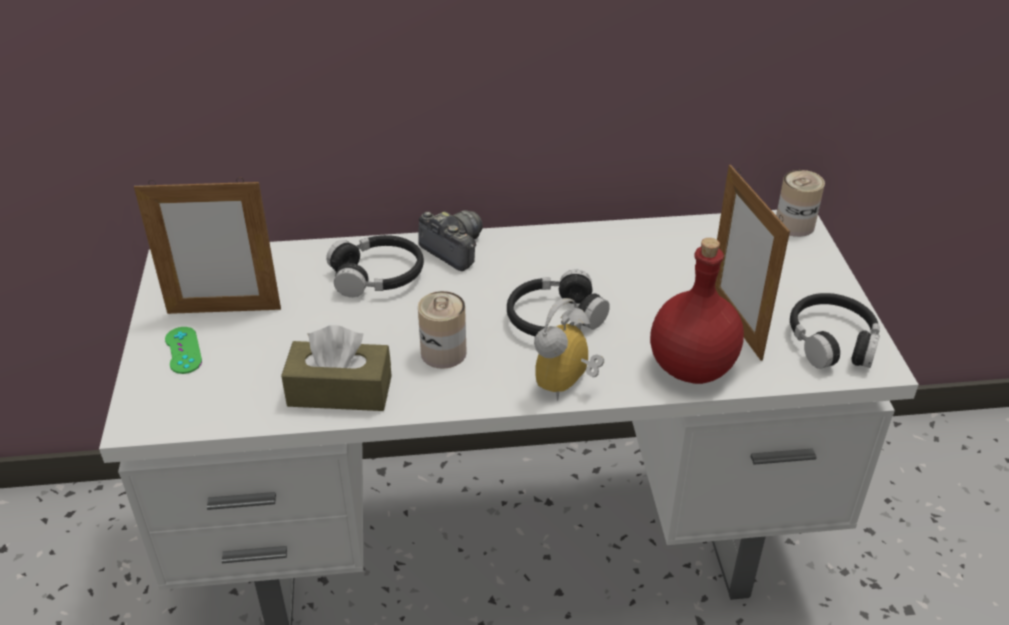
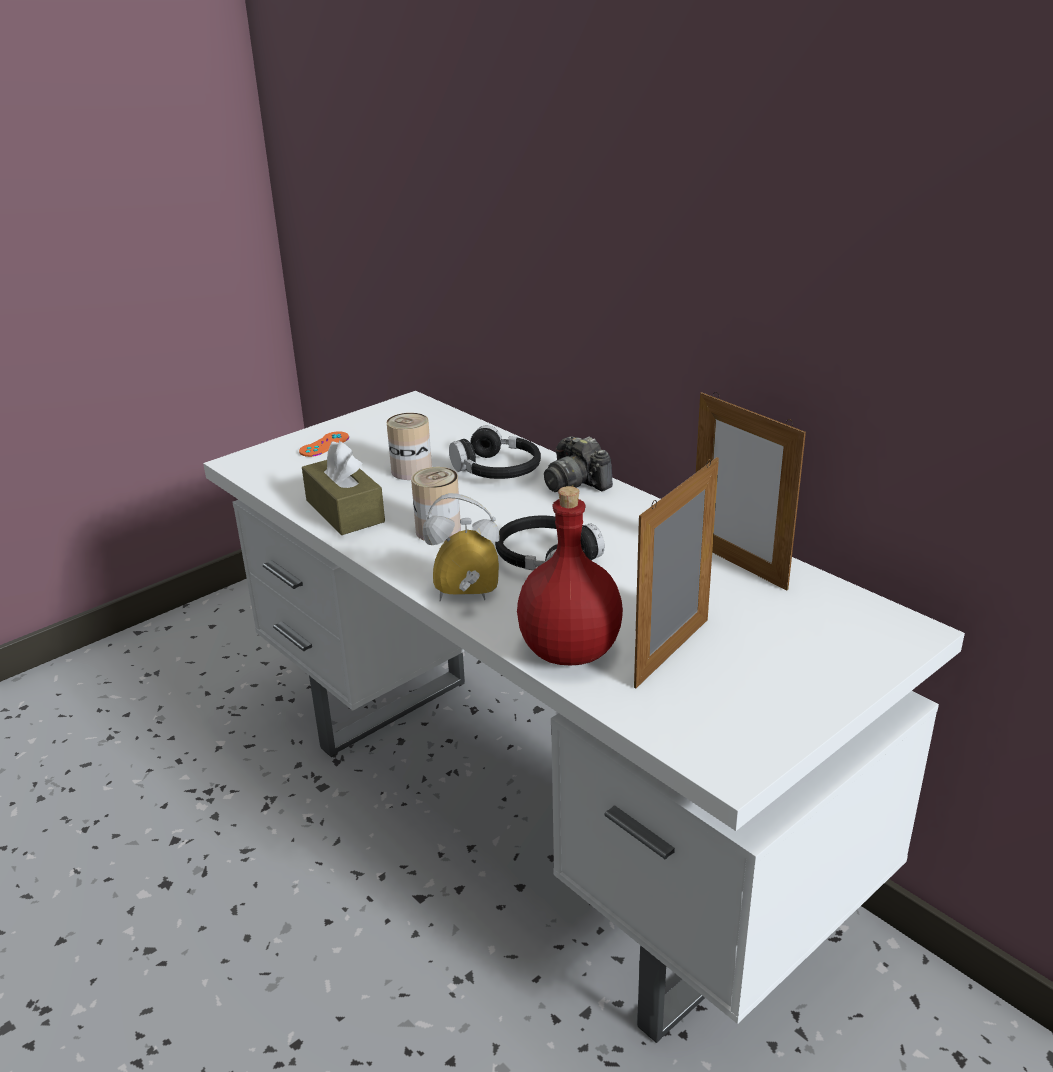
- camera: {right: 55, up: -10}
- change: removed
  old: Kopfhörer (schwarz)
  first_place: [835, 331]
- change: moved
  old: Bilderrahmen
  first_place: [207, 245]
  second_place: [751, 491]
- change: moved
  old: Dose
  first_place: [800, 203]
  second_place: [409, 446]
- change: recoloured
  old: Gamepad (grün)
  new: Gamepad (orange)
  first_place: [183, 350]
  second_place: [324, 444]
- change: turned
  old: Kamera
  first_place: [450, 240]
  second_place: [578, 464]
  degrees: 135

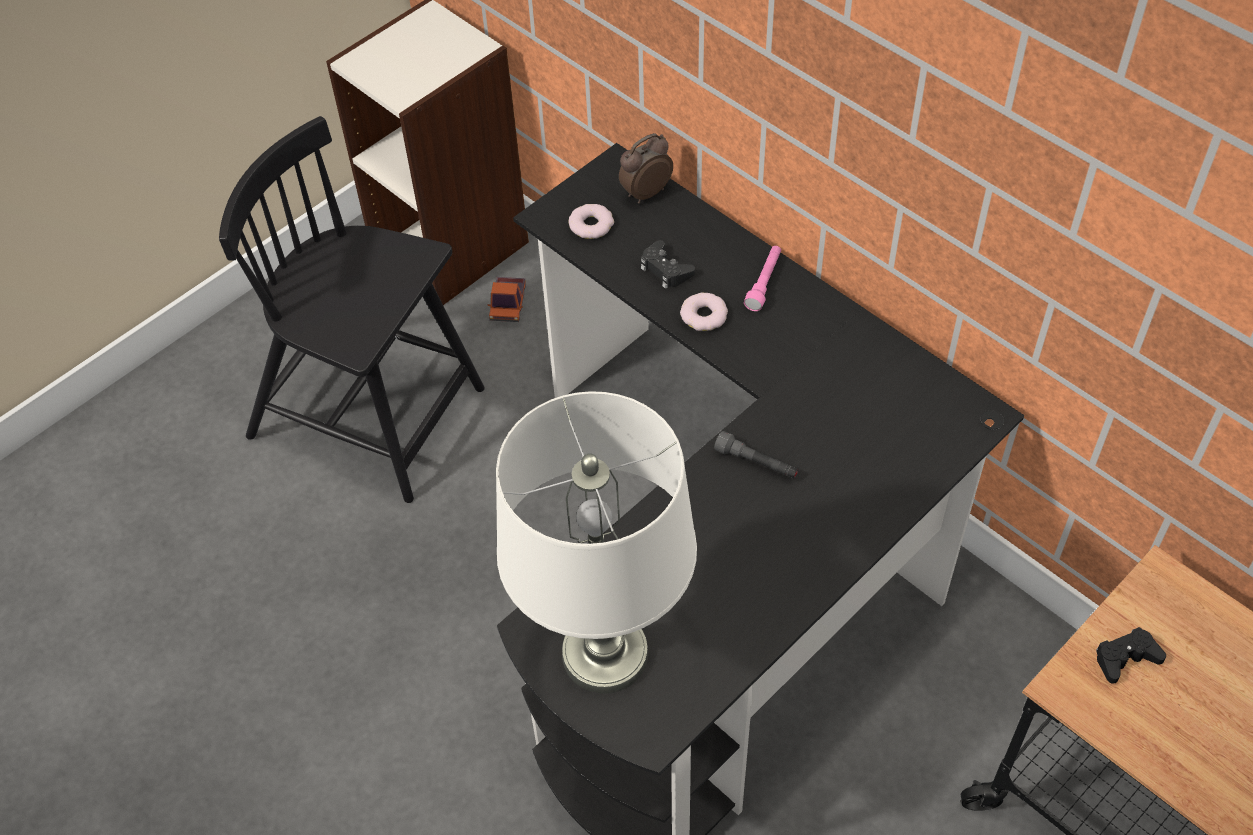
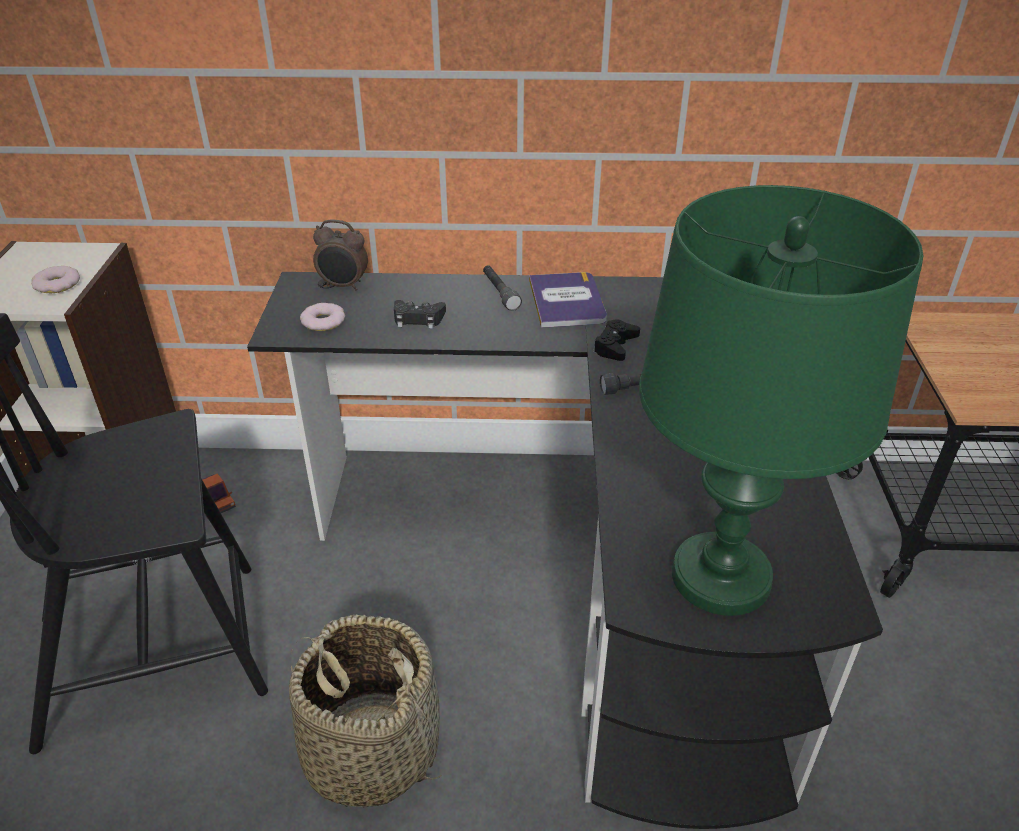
- camera: {right: -45, up: -15}
- change: added
  new: Korb
  second_place: [365, 711]
- change: added
  new: Buch
  second_place: [568, 300]
- change: moved
  old: Donut
  first_place: [704, 312]
  second_place: [55, 279]
- change: moved
  old: Gamepad (schwarz)
  first_place: [1131, 655]
  second_place: [616, 340]
- change: recoloured
  old: Tischlampe (weiß)
  new: Tischlampe (grün)
  first_place: [596, 542]
  second_place: [781, 400]
- change: recoloured
  old: Taschenlampe (rosa)
  new: Taschenlampe (grau)
  first_place: [762, 278]
  second_place: [502, 288]
- change: turned
  old: Wecker
  first_place: [646, 168]
  second_place: [340, 255]
  degrees: -90

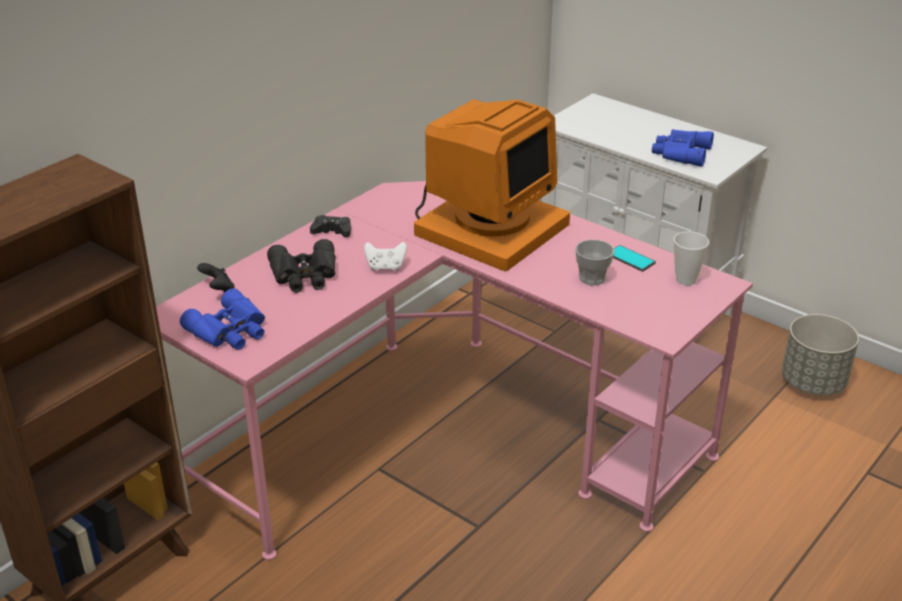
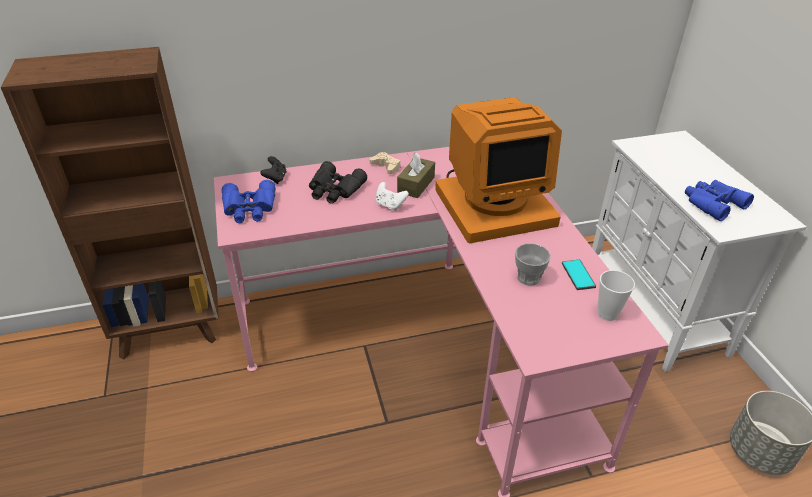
- camera: {right: 35, up: 5}
- change: added
  new: Taschentuchbox (braun)
  second_place: [416, 175]
- change: recoloured
  old: Gamepad (schwarz)
  new: Gamepad (beige)
  first_place: [330, 226]
  second_place: [385, 163]

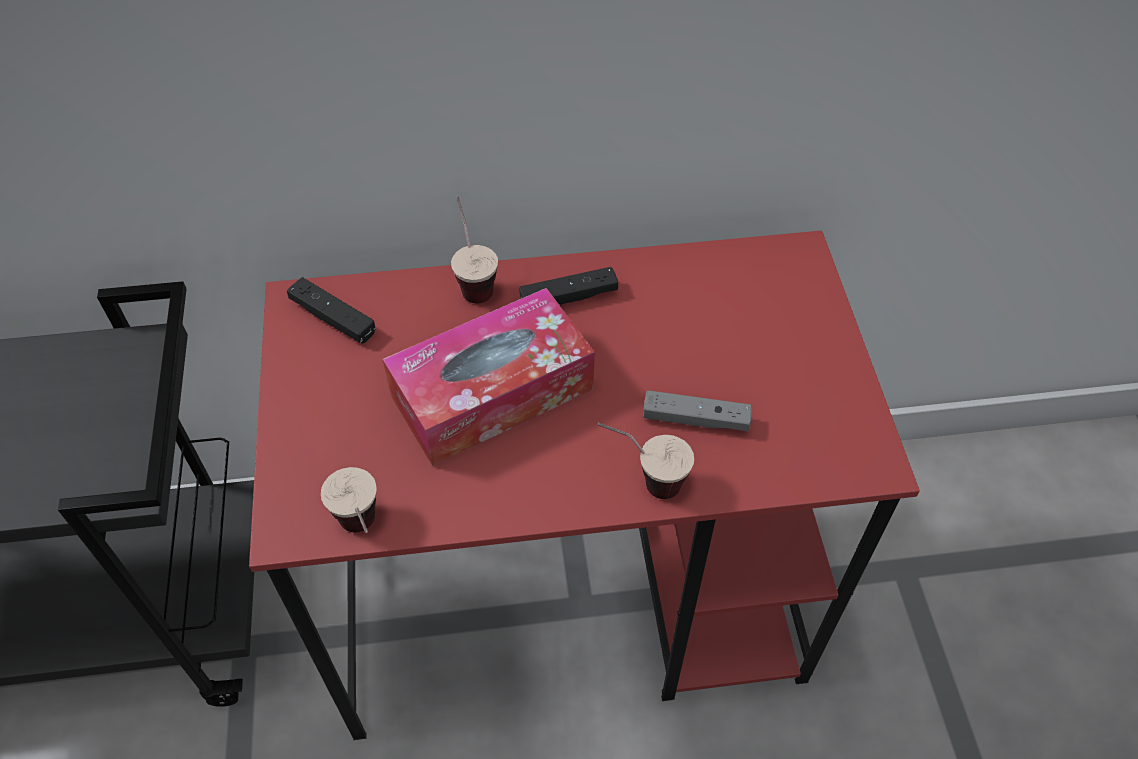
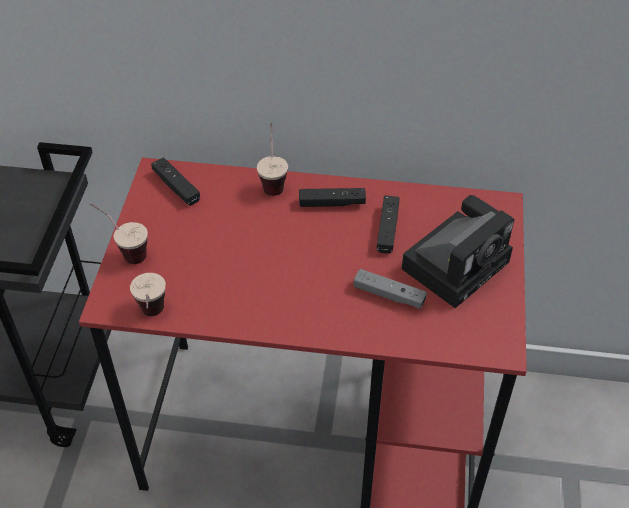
- camera: {right: 15, up: -5}
- change: removed
  old: Taschentuchbox
  first_place: [489, 377]
- change: added
  new: Gamepad (schwarz)
  second_place: [388, 225]
- change: added
  new: Kamera
  second_place: [458, 251]
- change: moved
  old: Tasse
  first_place: [645, 460]
  second_place: [119, 233]

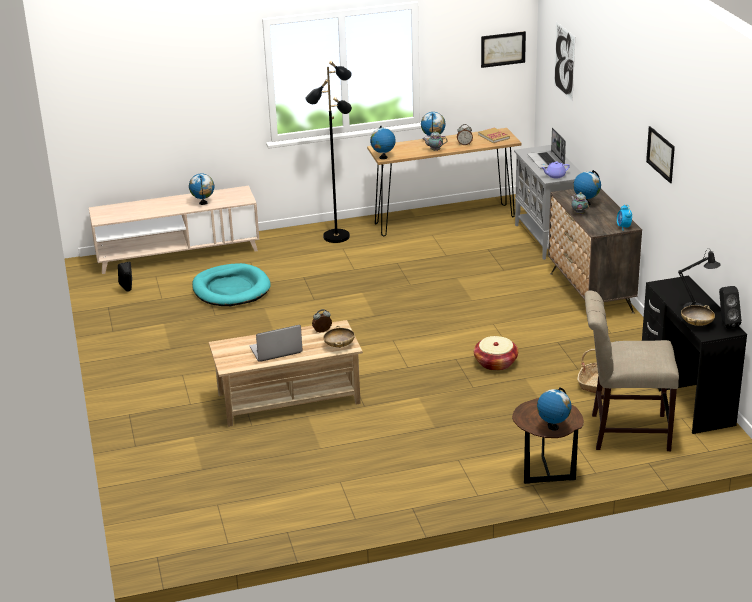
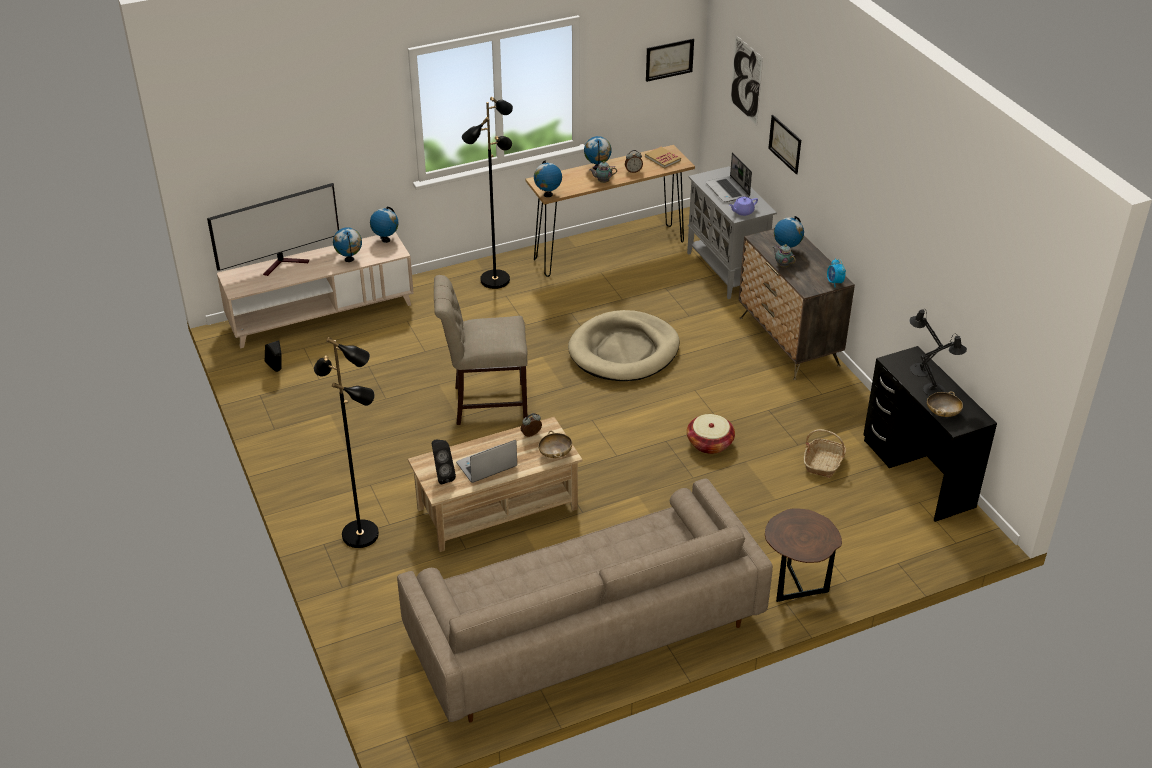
- camera: {right: -10, up: 10}
- change: removed
  old: Hundebett (türkis)
  first_place: [231, 284]
- change: added
  new: Fernseher
  second_place: [273, 229]
- change: added
  new: Stehlampe (schwarz)
  second_place: [346, 442]
- change: added
  new: Sofa (beige)
  second_place: [585, 601]
- change: added
  new: Hundebett (beige)
  second_place: [624, 345]
- change: added
  new: Tischlampe (schwarz)
  second_place: [926, 343]
- change: moved
  old: Globus
  first_place: [554, 409]
  second_place: [384, 224]
- change: moved
  old: Stuhl (beige)
  first_place: [632, 371]
  second_place: [480, 350]
- change: moved
  old: Bild
  first_place: [660, 154]
  second_place: [784, 144]
- change: moved
  old: Lautsprecher (schwarz)
  first_place: [730, 307]
  second_place: [443, 461]

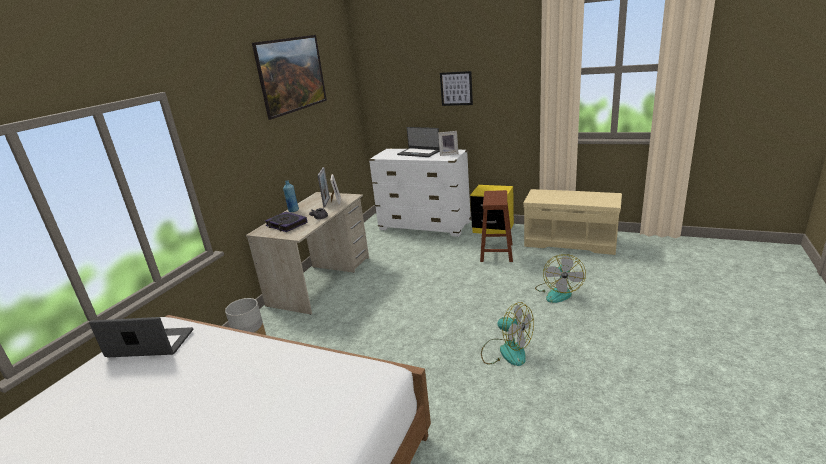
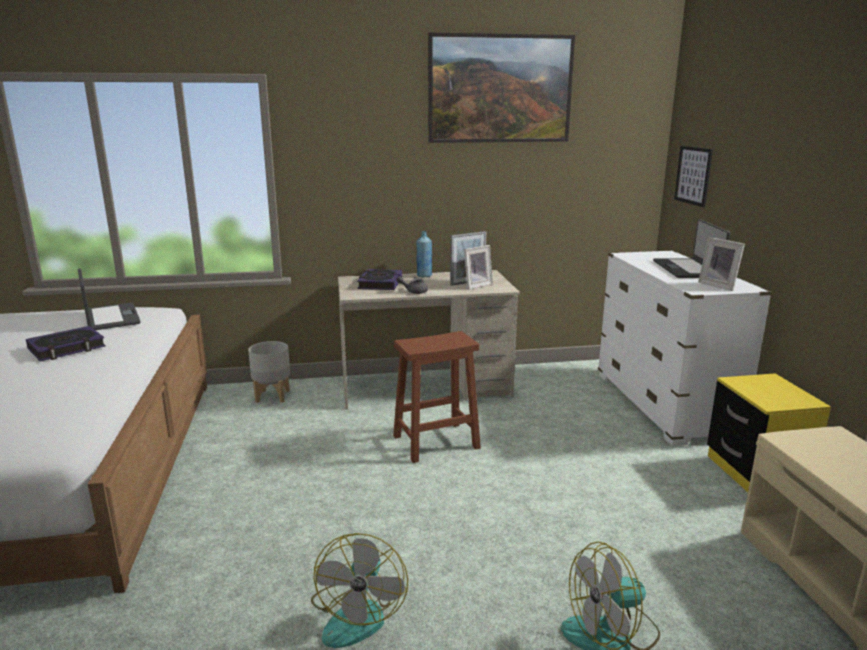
- camera: {right: 55, up: -5}
- change: added
  new: Buch
  second_place: [66, 343]
- change: moved
  old: Bild
  first_place: [456, 88]
  second_place: [693, 176]
- change: moved
  old: Hocker (braun)
  first_place: [496, 226]
  second_place: [437, 397]

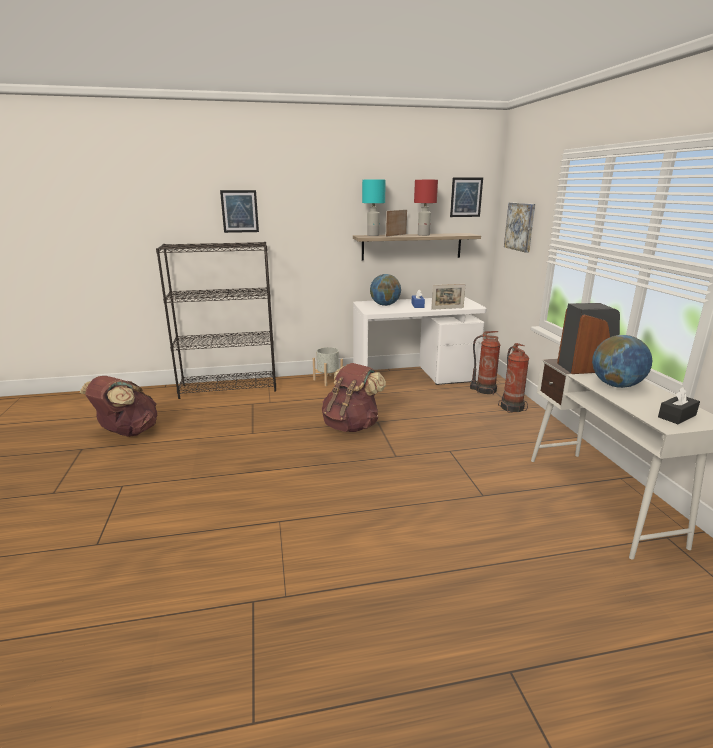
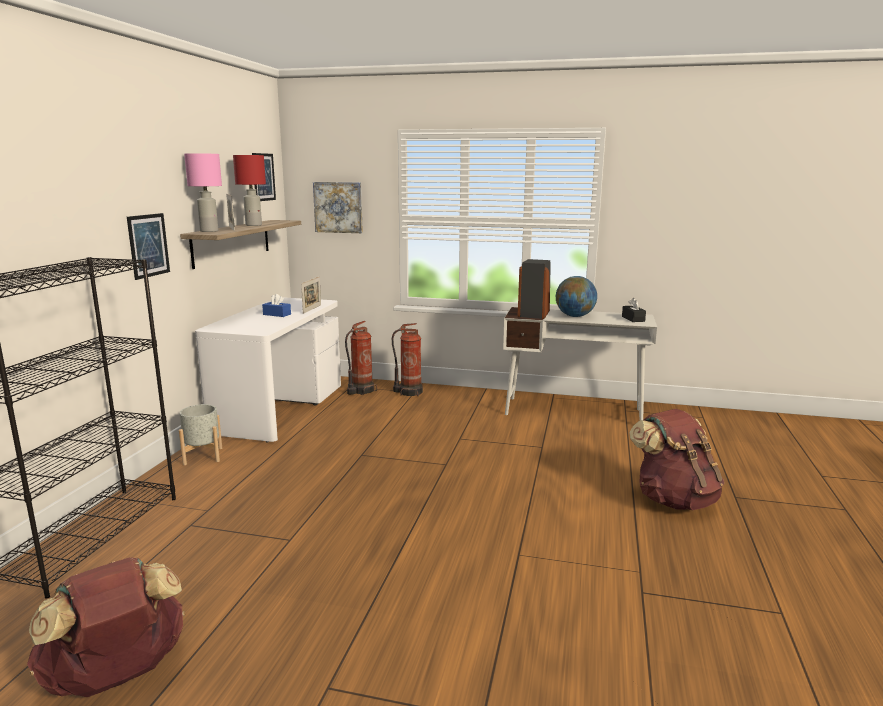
- camera: {right: -65, up: -5}
- change: removed
  old: Globus
  first_place: [385, 290]
- change: moved
  old: Bild
  first_place: [239, 211]
  second_place: [148, 246]
- change: moved
  old: Rucksack (braun)
  first_place: [354, 397]
  second_place: [677, 459]
- change: recoloured
  old: Tischlampe (türkis)
  new: Tischlampe (rosa)
  first_place: [374, 208]
  second_place: [203, 192]

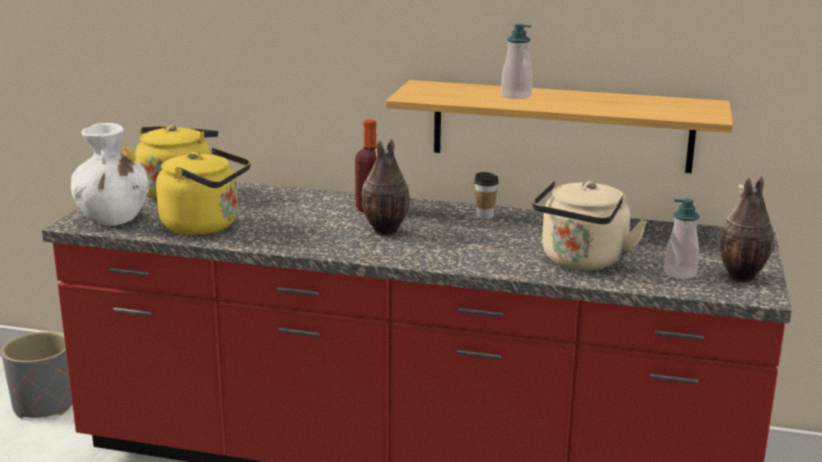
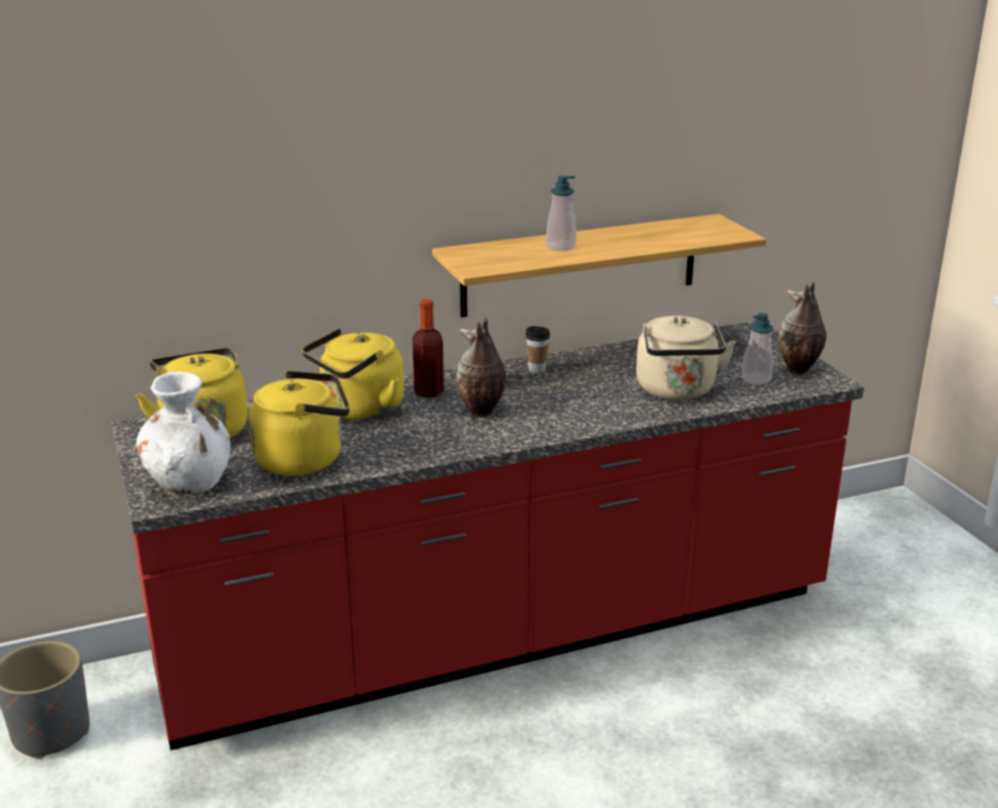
- camera: {right: -35, up: 5}
- change: added
  new: Wasserkessel (gelb)
  second_place: [353, 374]

